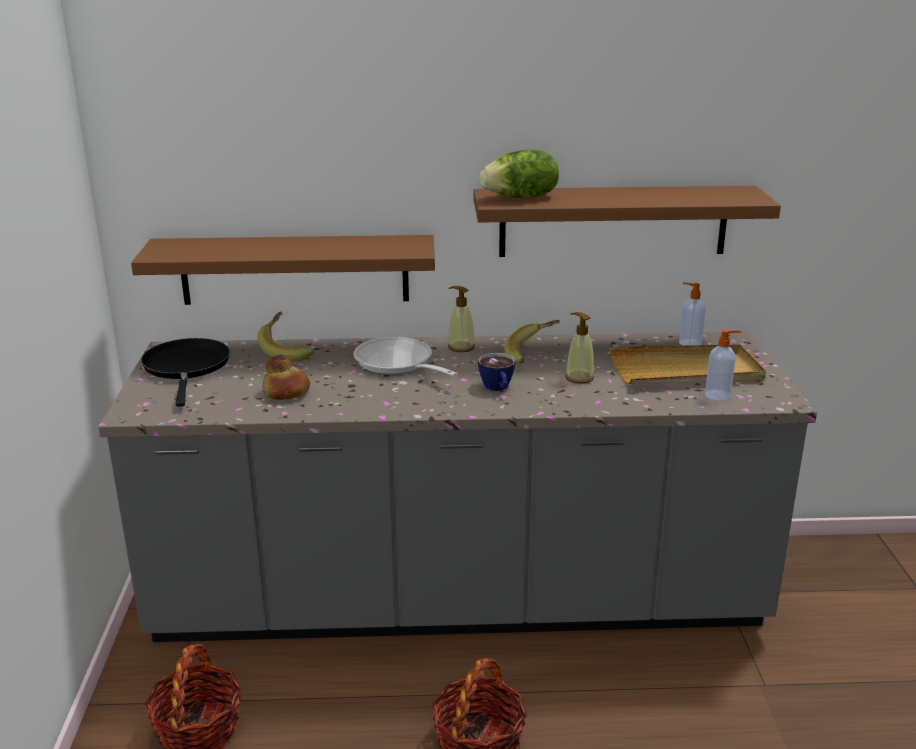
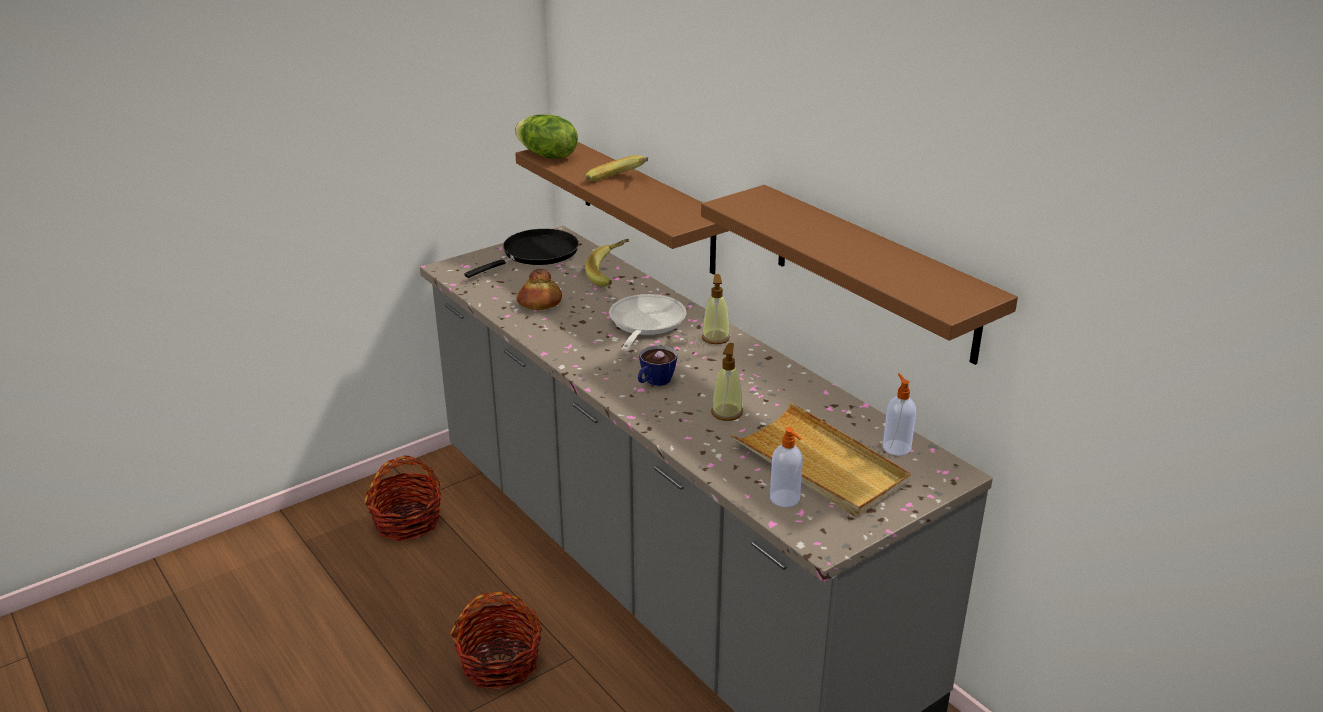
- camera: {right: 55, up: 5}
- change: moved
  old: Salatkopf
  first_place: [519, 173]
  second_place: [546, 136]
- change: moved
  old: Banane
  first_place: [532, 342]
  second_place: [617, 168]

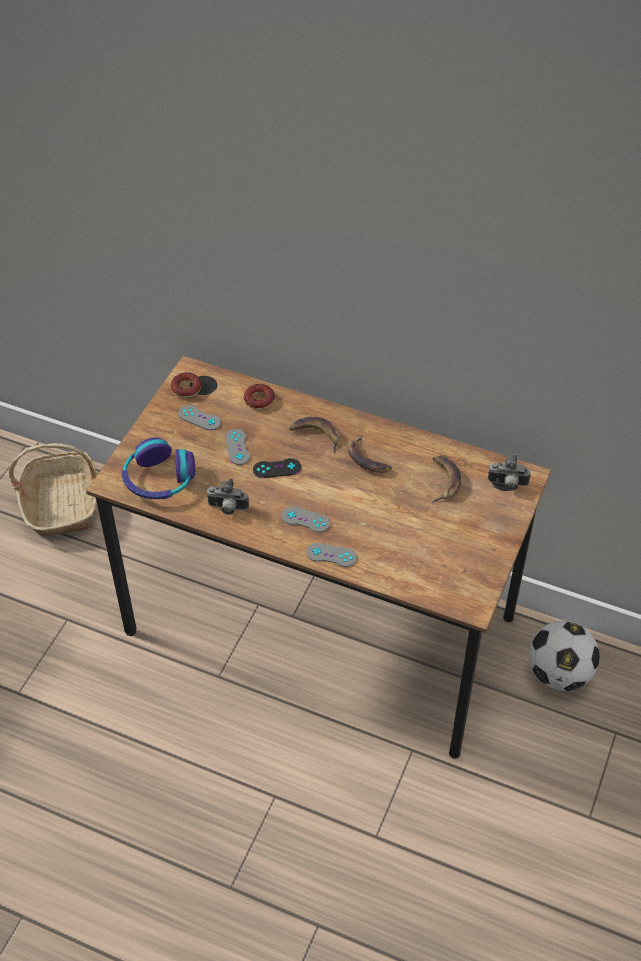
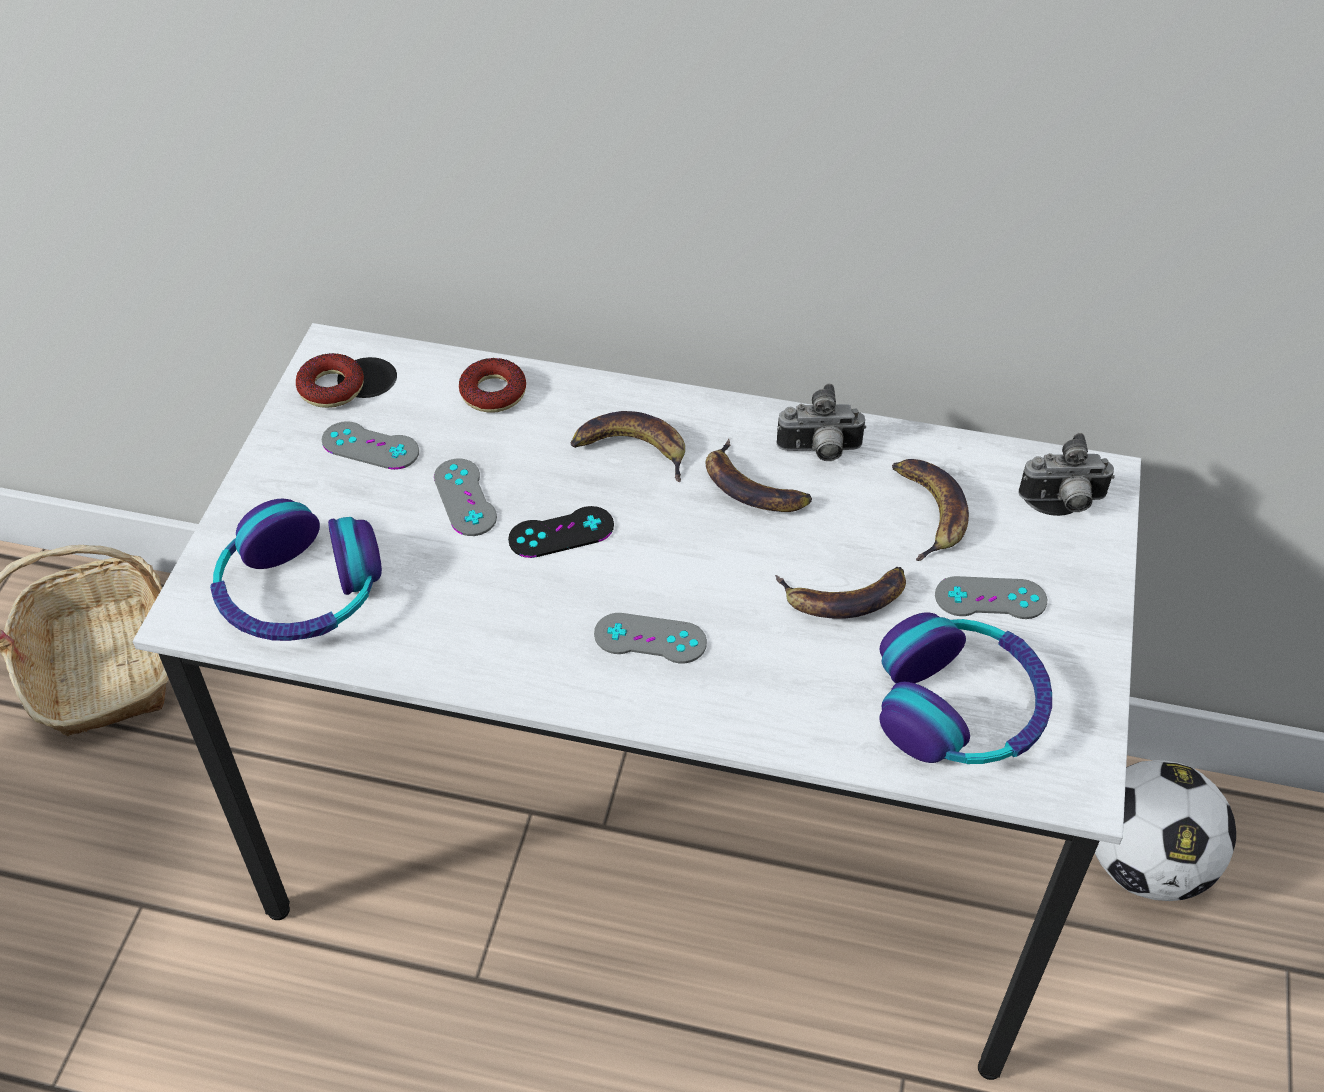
- camera: {right: -10, up: 0}
- change: added
  new: Banane
  second_place: [840, 593]
- change: added
  new: Kopfhörer
  second_place: [965, 688]
- change: moved
  old: Kamera
  first_place: [227, 496]
  second_place: [821, 422]
- change: moved
  old: Gamepad (grau)
  first_place: [331, 555]
  second_place: [991, 597]
- change: recoloured
  old: Schreibtisch (braun)
  new: Schreibtisch (weiß)
  first_place: [318, 557]
  second_place: [637, 701]

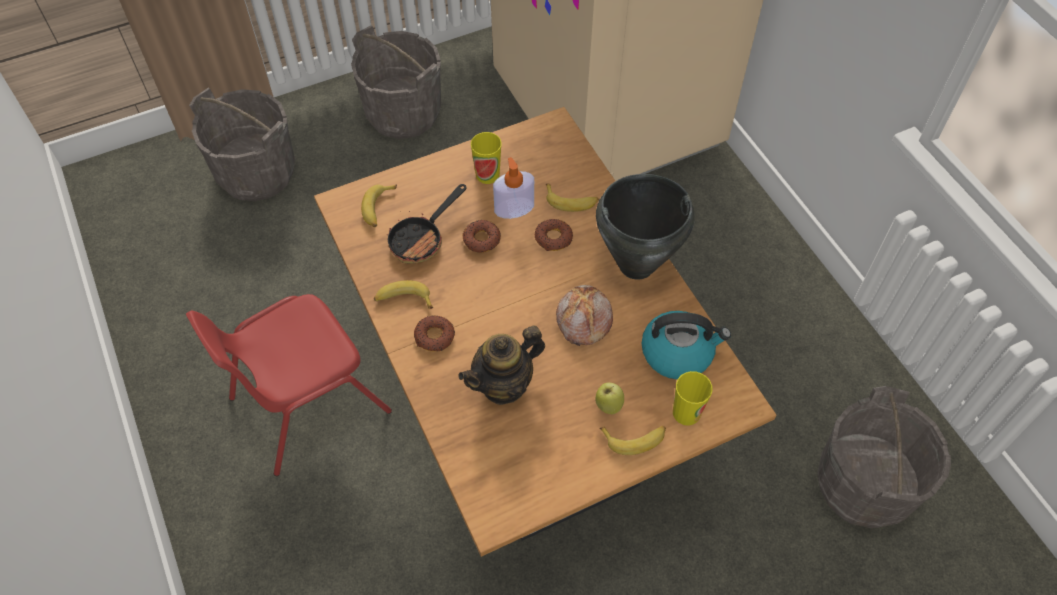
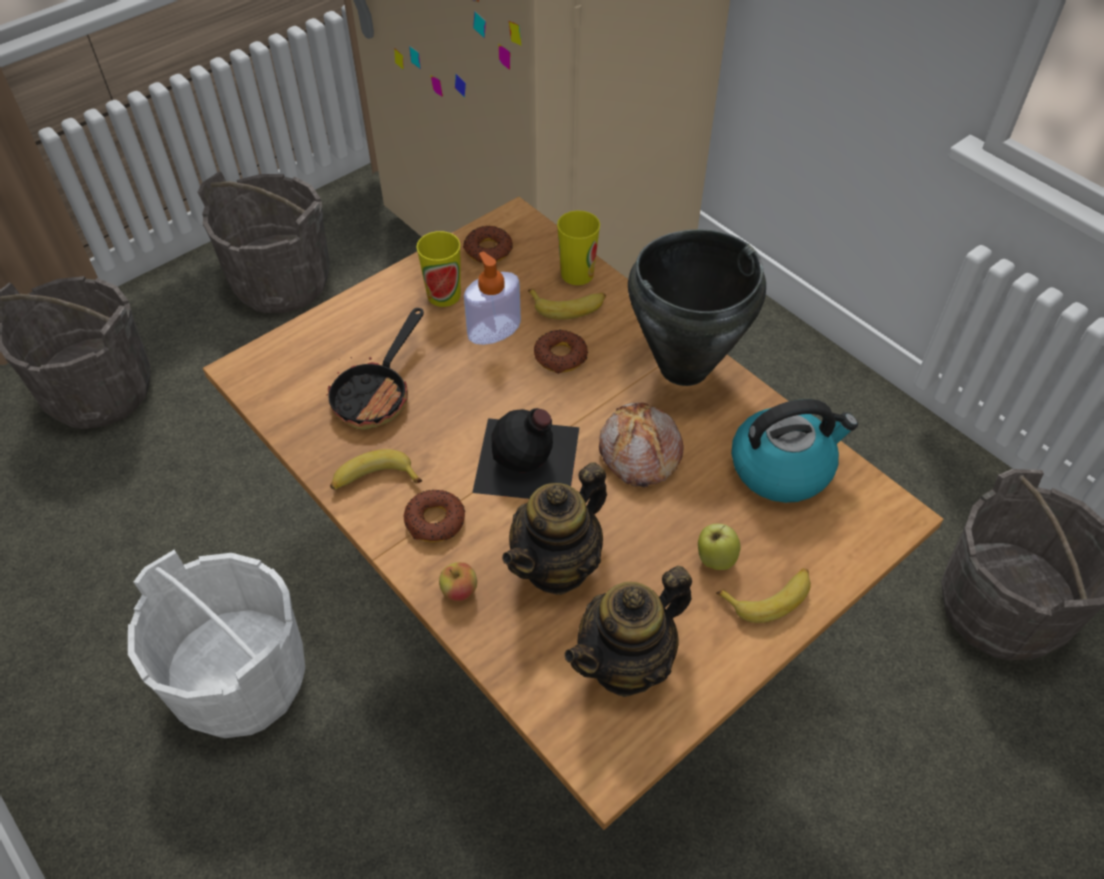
- camera: {right: -15, up: -5}
- change: removed
  old: Banane
  first_place: [379, 205]
- change: added
  new: Apfel
  second_place: [458, 581]
- change: added
  new: Flasche (schwarz)
  second_place: [525, 453]
- change: added
  new: Teekanne
  second_place: [628, 631]
- change: moved
  old: Donut
  first_place: [482, 236]
  second_place: [488, 244]
- change: moved
  old: Tasse
  first_place: [693, 398]
  second_place: [578, 247]
- change: replaced
  old: Stuhl (rot)
  new: Eimer (weiß)
  first_place: [289, 385]
  second_place: [216, 644]

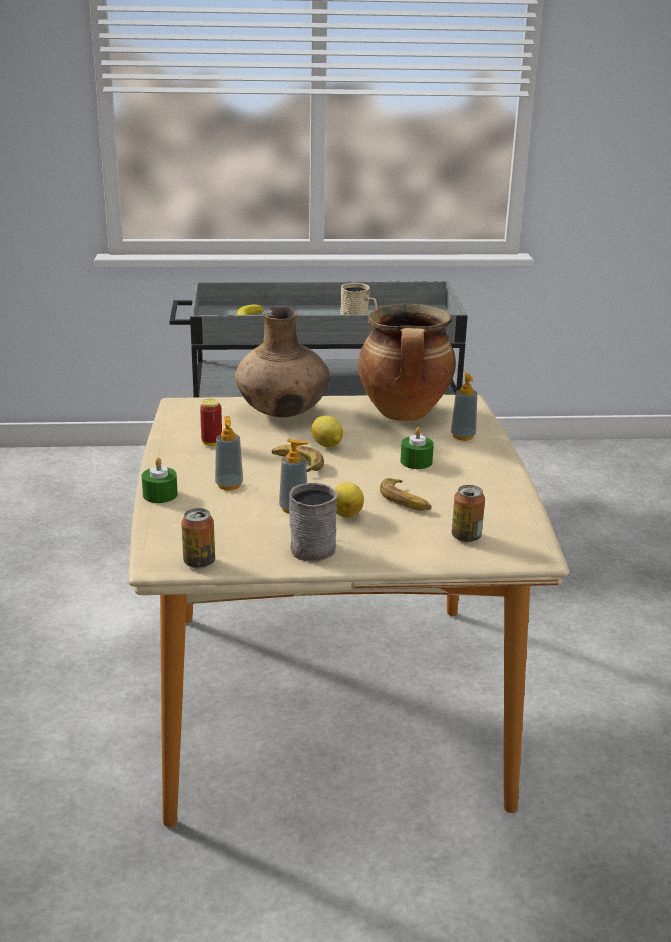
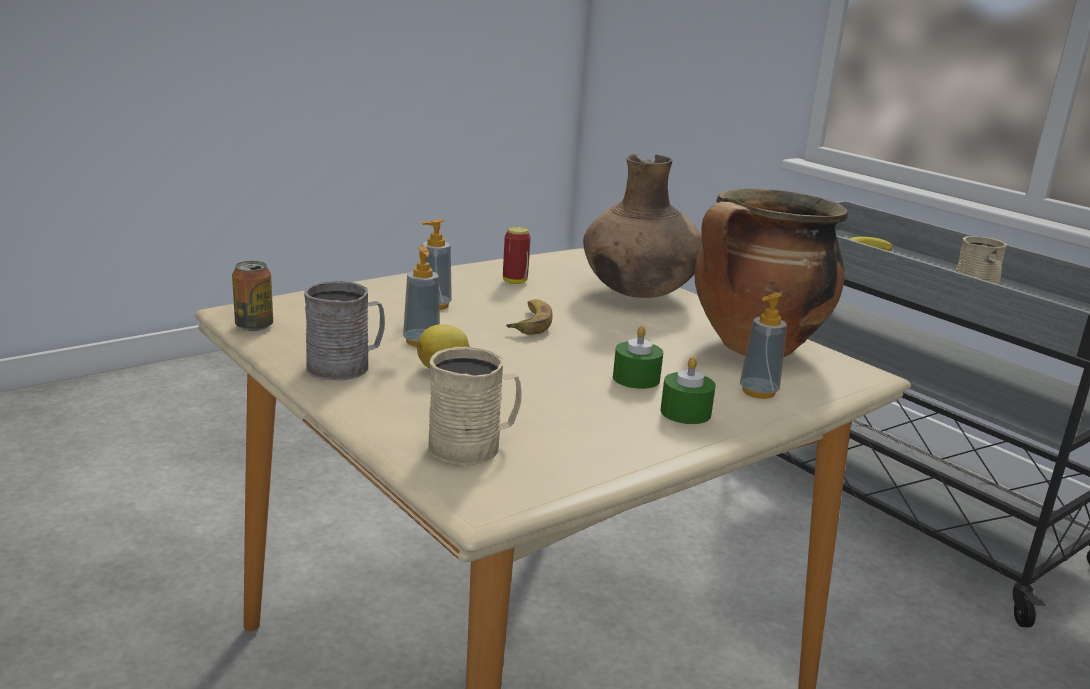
- camera: {right: 55, up: -5}
- change: removed
  old: Zitrone
  first_place: [327, 432]
- change: removed
  old: Banane
  first_place: [405, 494]
- change: moved
  old: Kerze (grün)
  first_place: [160, 480]
  second_place: [688, 390]
- change: replaced
  old: Dose
  new: Henkelbecher (beige)
  first_place: [468, 513]
  second_place: [474, 406]

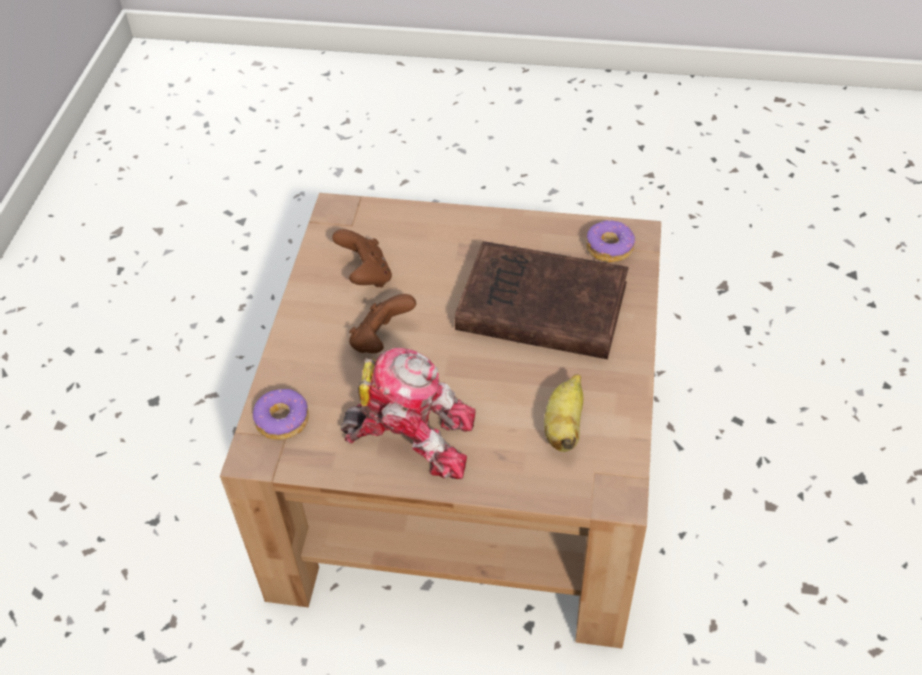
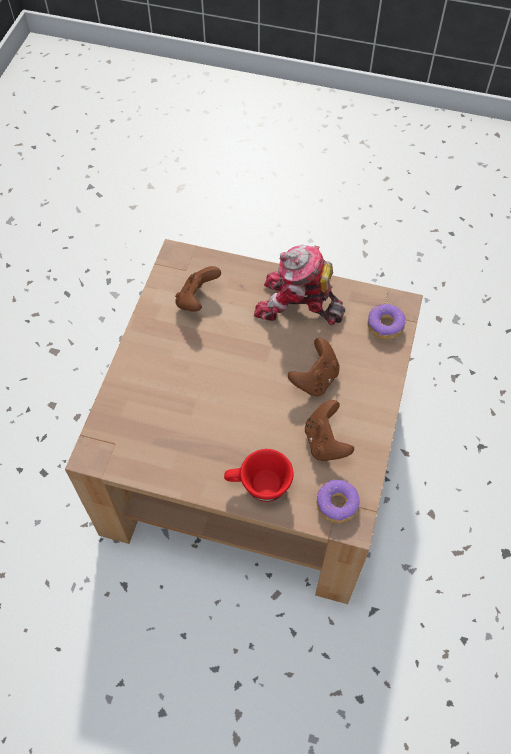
- camera: {right: -175, up: 10}
- change: removed
  old: Buch (braun)
  first_place: [542, 300]
- change: added
  new: Tasse (rot)
  second_place: [259, 475]
- change: moved
  old: Donut
  first_place: [610, 241]
  second_place: [338, 501]
- change: replaced
  old: Banane
  new: Gamepad (braun)
  first_place: [563, 413]
  second_place: [198, 289]

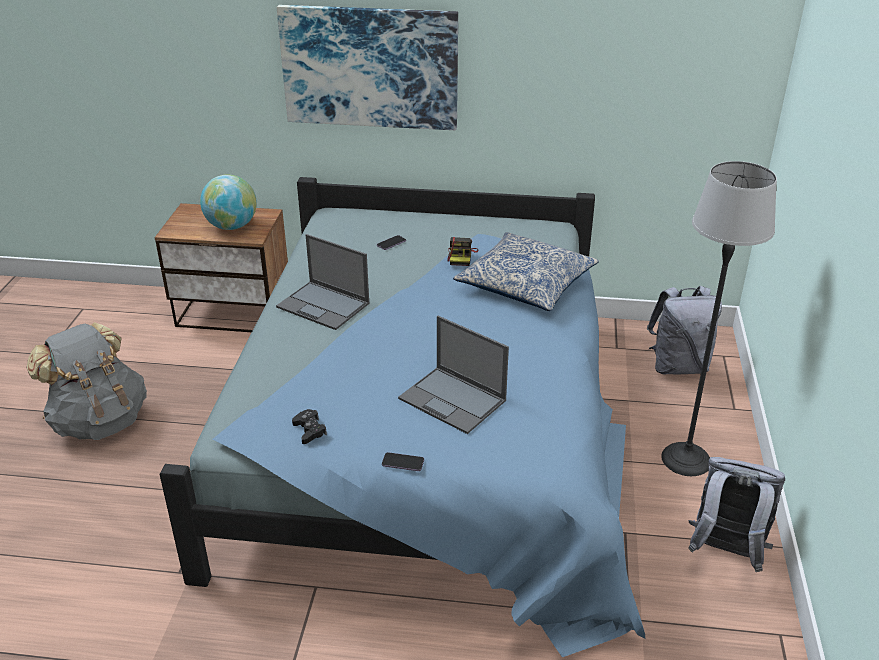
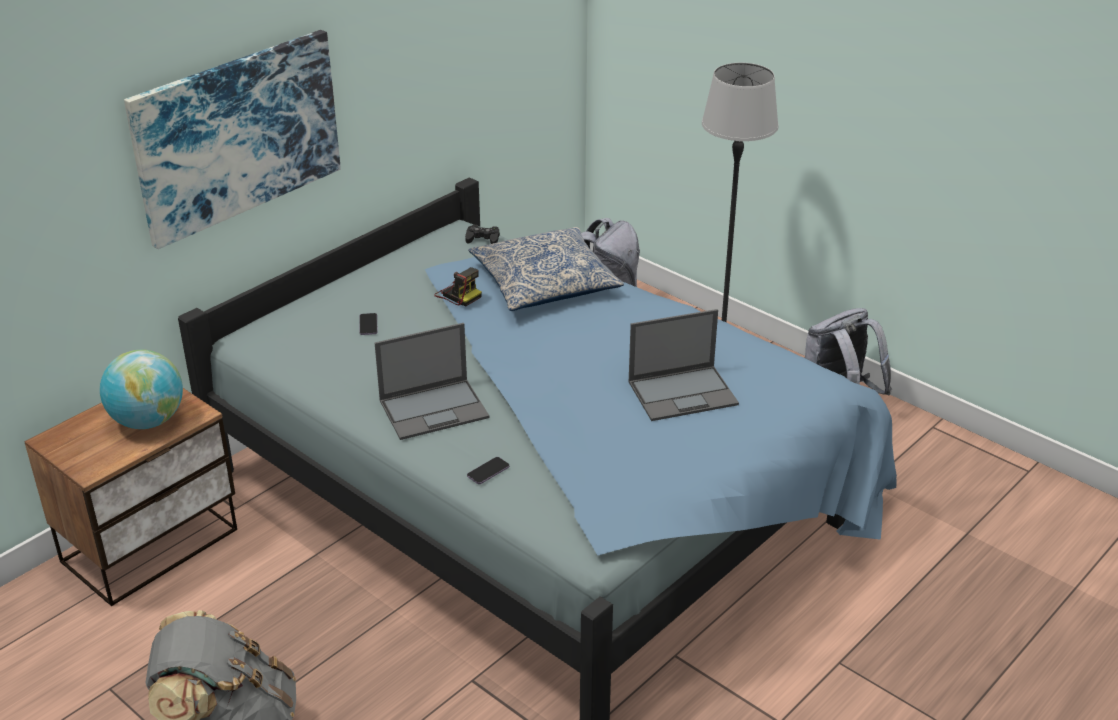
- camera: {right: -55, up: 0}
- change: moved
  old: Gamepad (schwarz)
  first_place: [309, 426]
  second_place: [482, 234]
- change: moved
  old: Handy
  first_place: [403, 461]
  second_place: [488, 470]

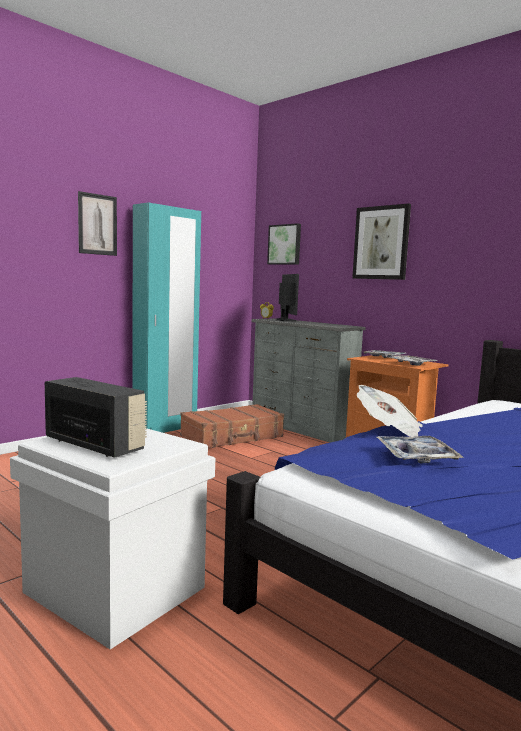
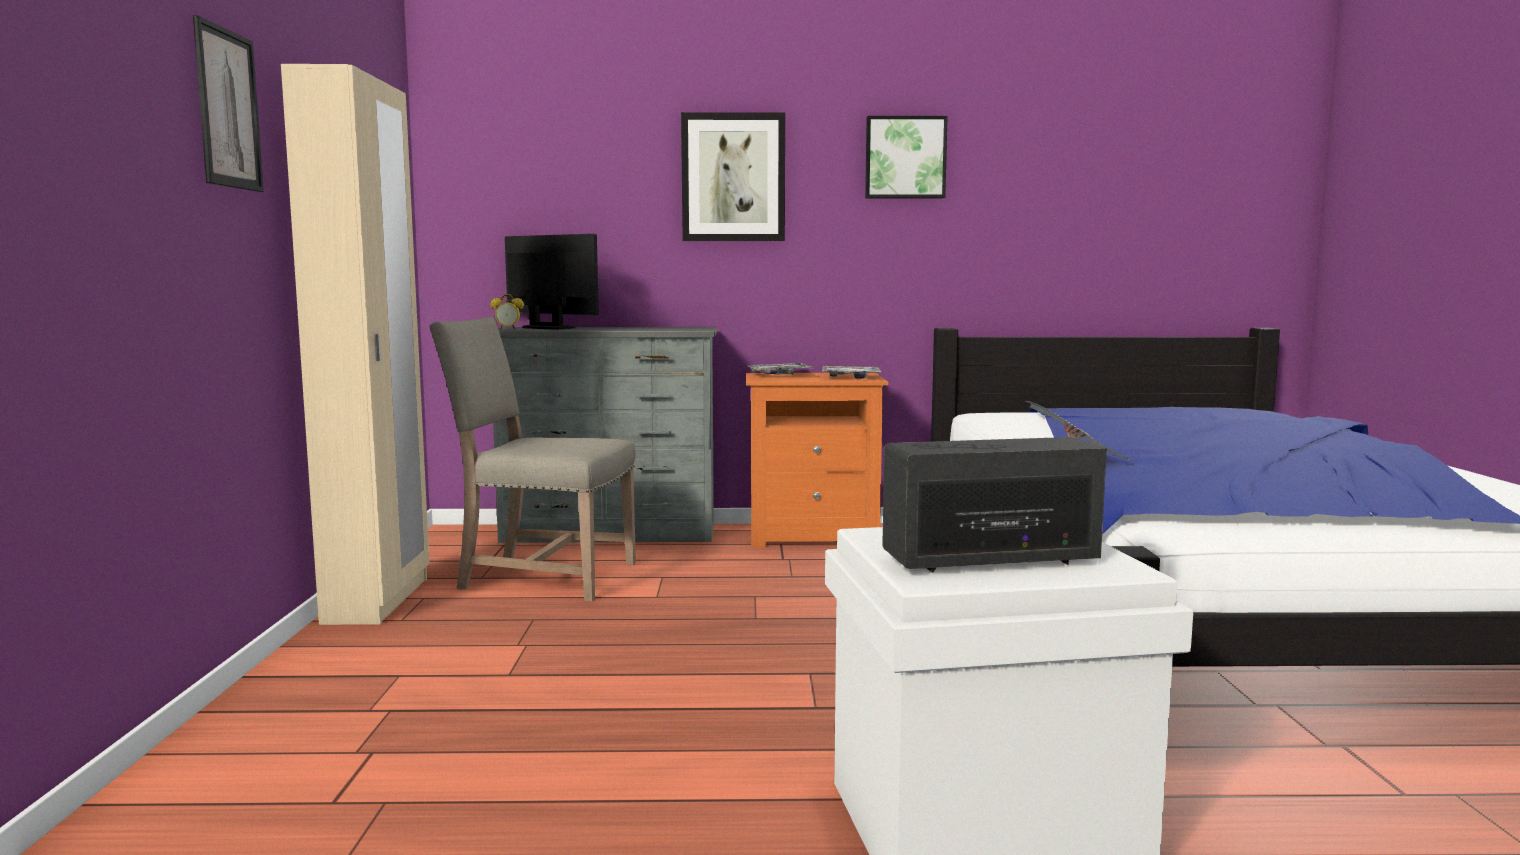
- camera: {right: -45, up: 0}
- change: removed
  old: Tablett
  first_place: [420, 450]
- change: moved
  old: Bild
  first_place: [284, 243]
  second_place: [906, 157]
- change: replaced
  old: Koffer (braun)
  new: Stuhl (beige)
  first_place: [232, 426]
  second_place: [532, 459]
- change: recoloured
  old: Kleiderschrank (türkis)
  new: Kleiderschrank (beige)
  first_place: [166, 317]
  second_place: [355, 344]

